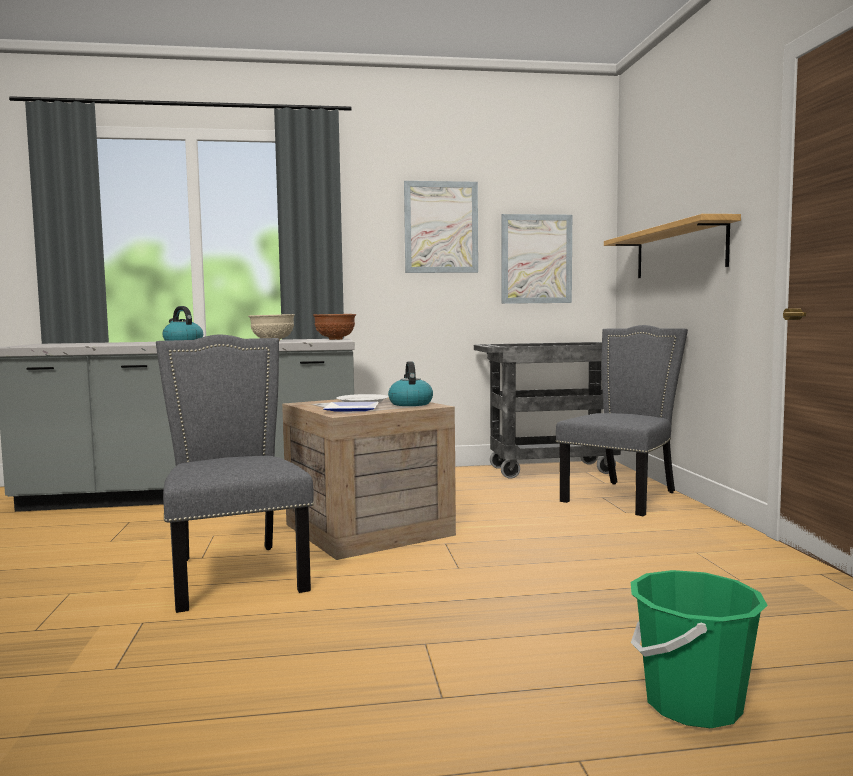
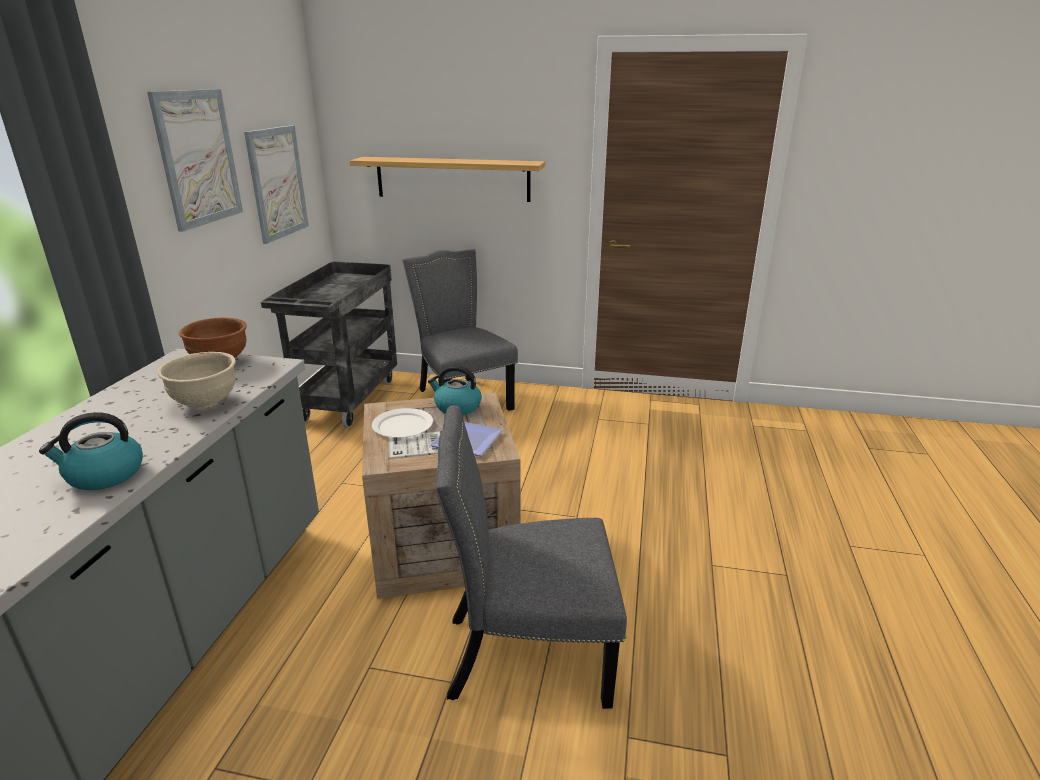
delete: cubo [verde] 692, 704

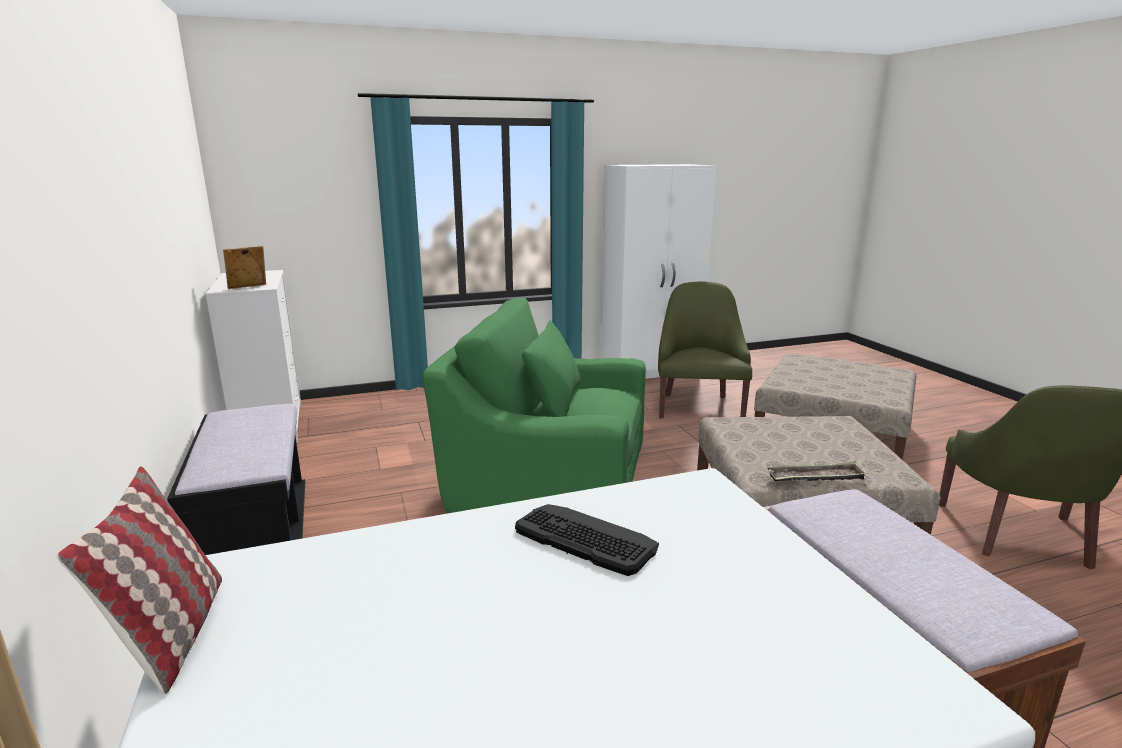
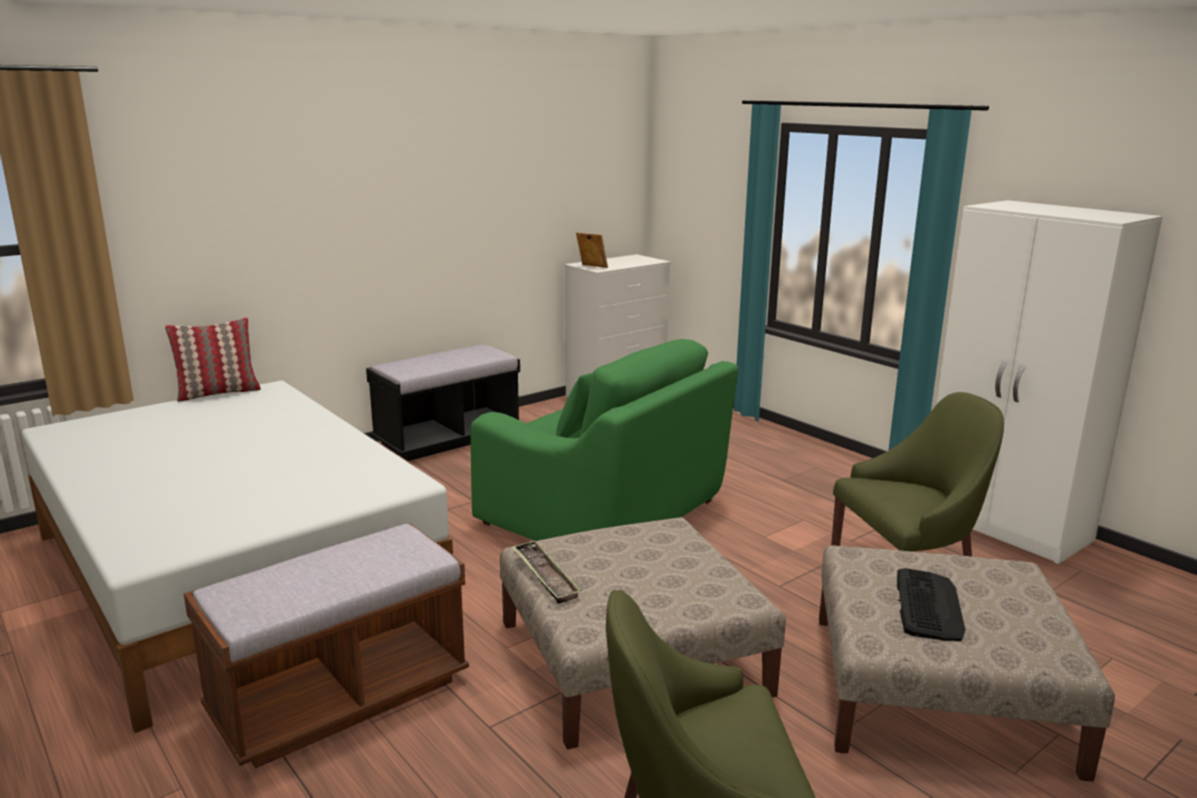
move: teclado 585, 538 to 928, 605
rotate: sillón [verde] 548, 482 = 605, 514 135 degrees clockwise

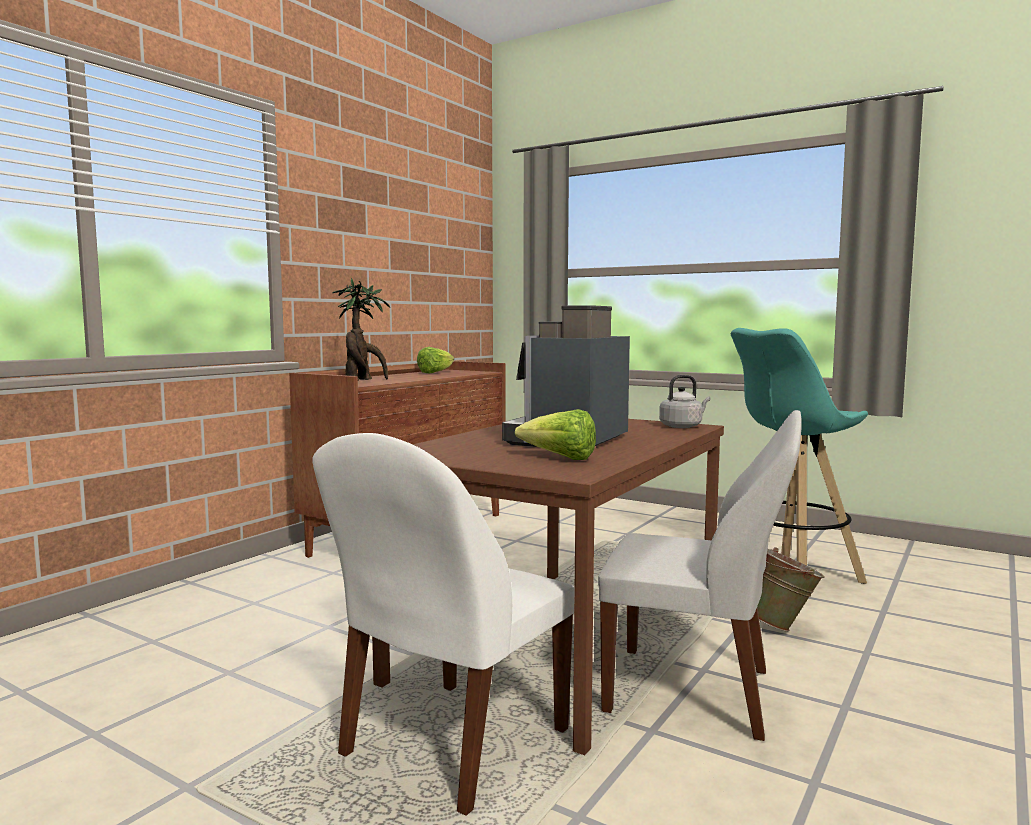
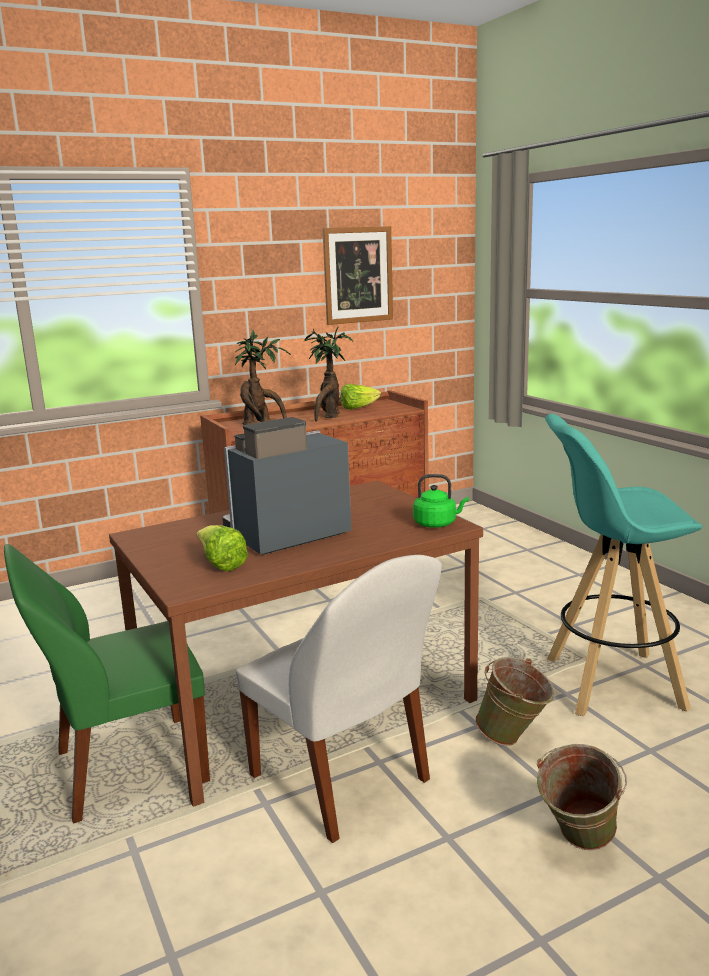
insert: planta en maceta 329, 417; cuadro 358, 275; cubo [verde] 577, 844
recolor: silla [blanco] 451, 745 to silla [verde] 126, 767; hervidor [gris] 682, 426 to hervidor [verde] 437, 524

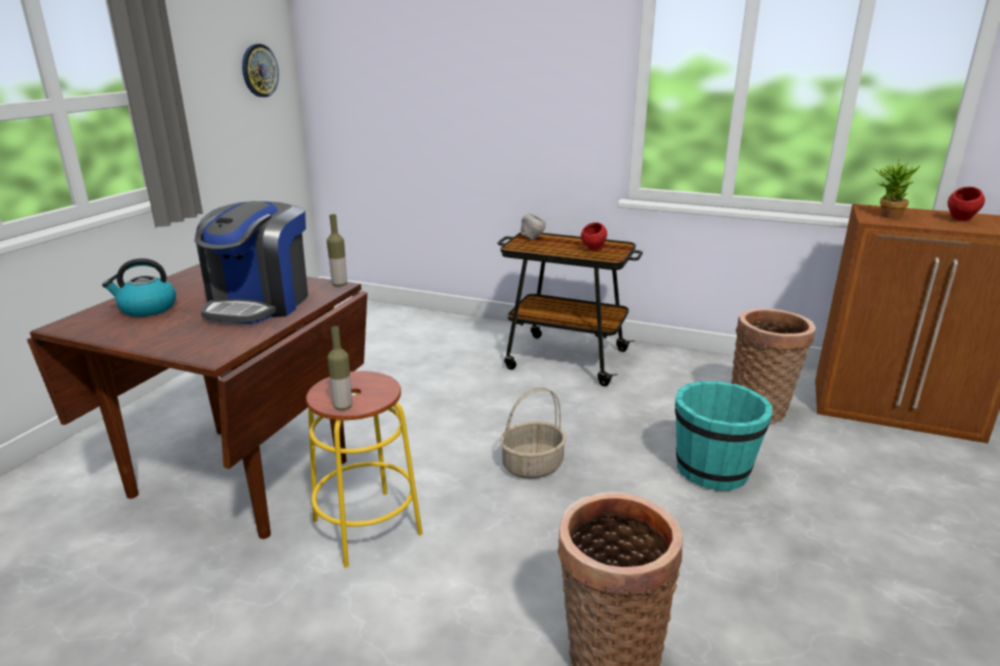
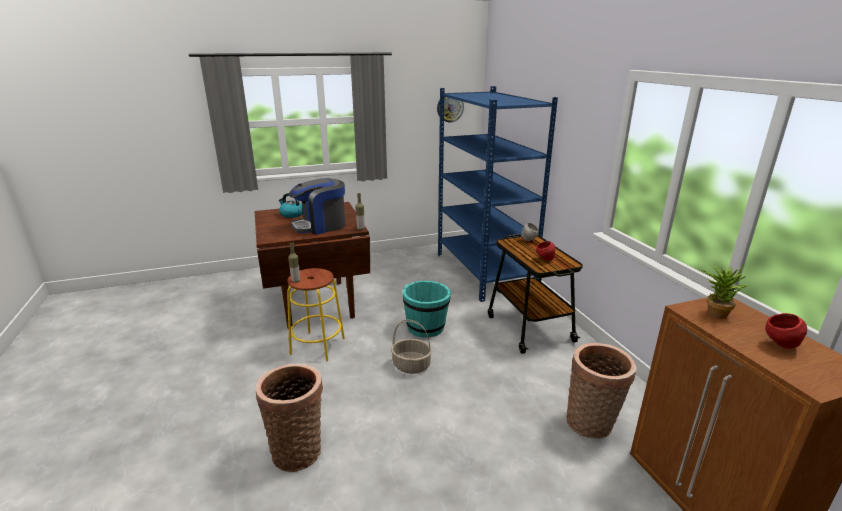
insert: estantería [azul] 483, 272
move: cubo [turquesa] 713, 470 to 426, 327

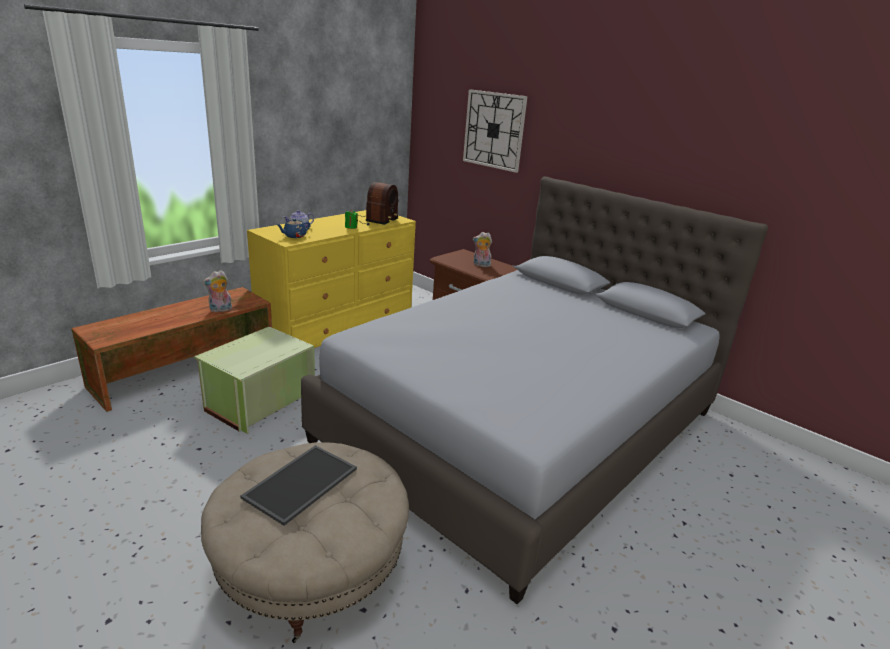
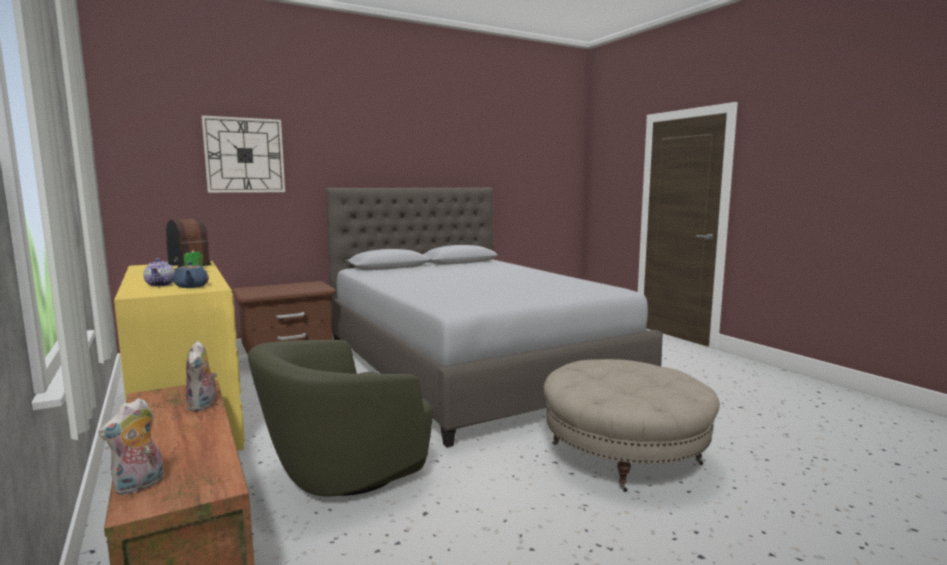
delete: bandeja 300, 482
move: peluche 481, 265 to 139, 486
replace: caja de almacenaje [verde] 259, 402 to sillón [verde] 343, 472

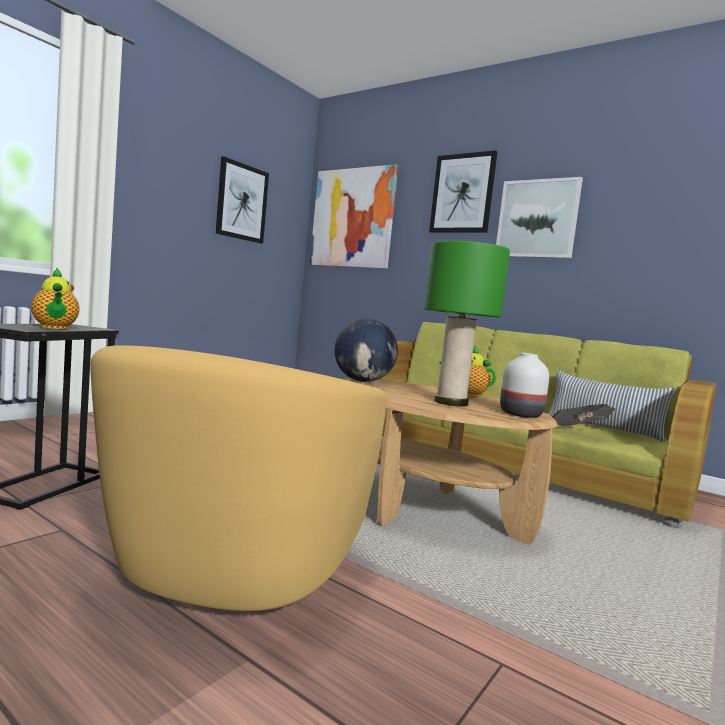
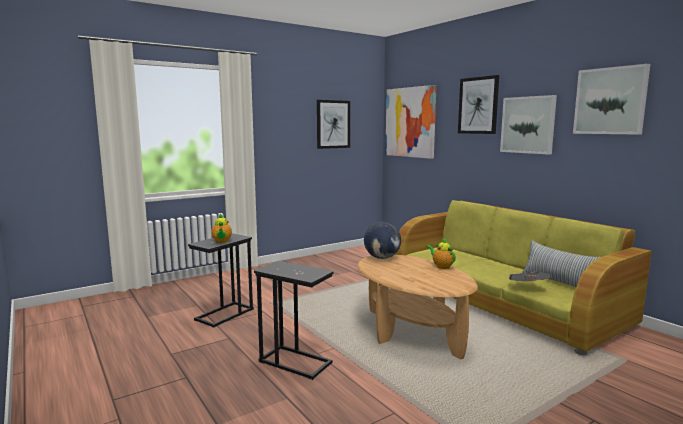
delete: lámpara de mesa [verde] 450, 402; florero [blanco] 522, 414
insert: cuadro 610, 101
replace: sillón [amarillo] 232, 571 to mesa auxiliar [negro] 294, 362

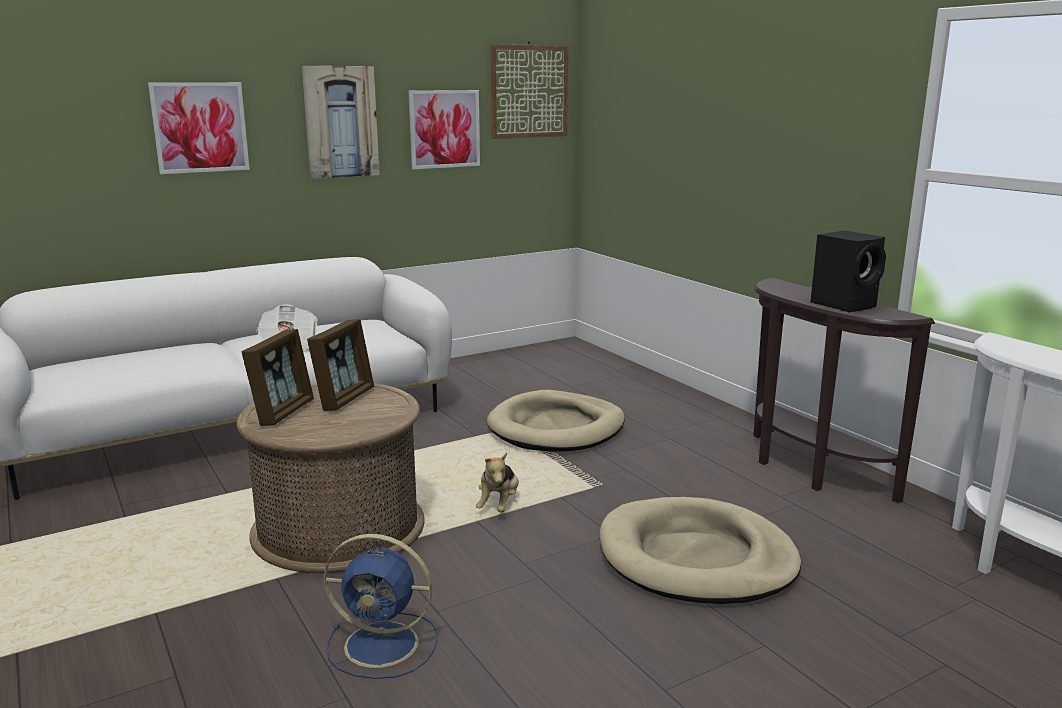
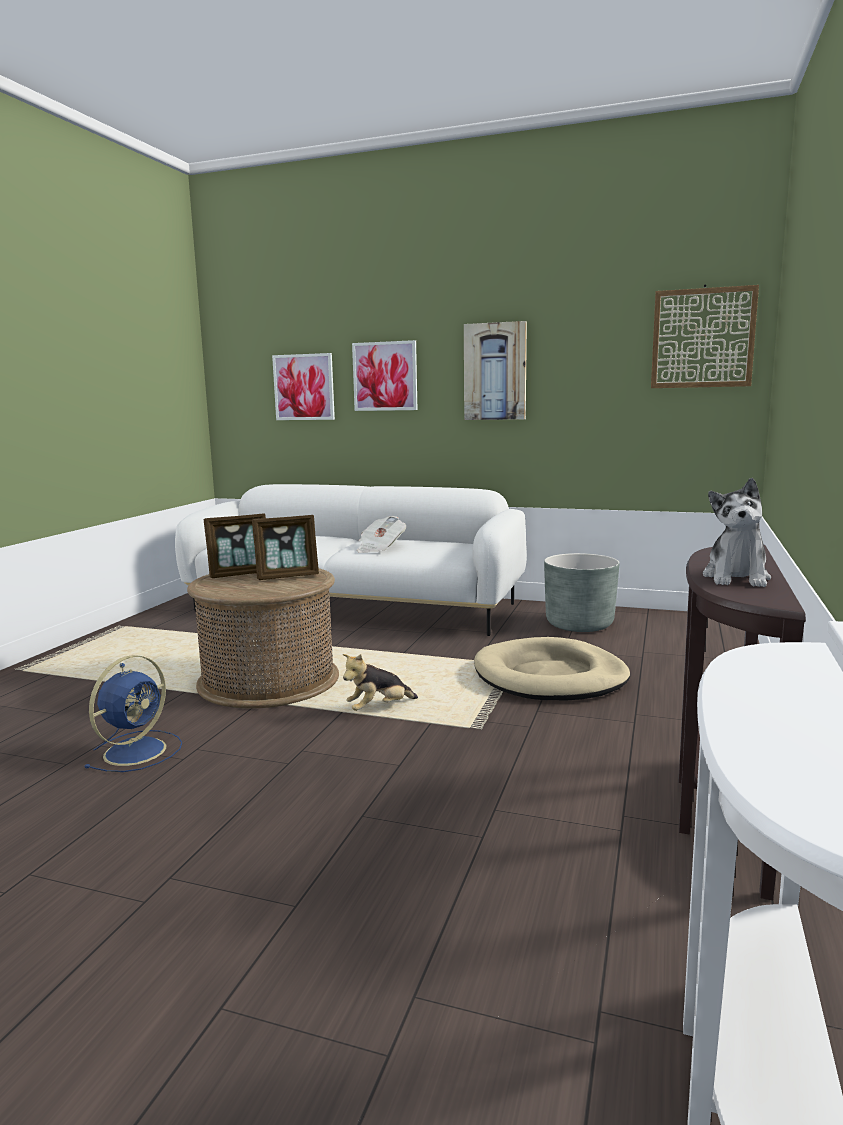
delete: cama para perro [beis] 696, 558
insert: maceta [gris] 579, 624
move: cuadro 444, 129 to 304, 387
replace: altavoz [negro] 845, 304 to peluche 736, 577
rotate: ventilador [azul] 385, 645 = 137, 750 120 degrees counterclockwise

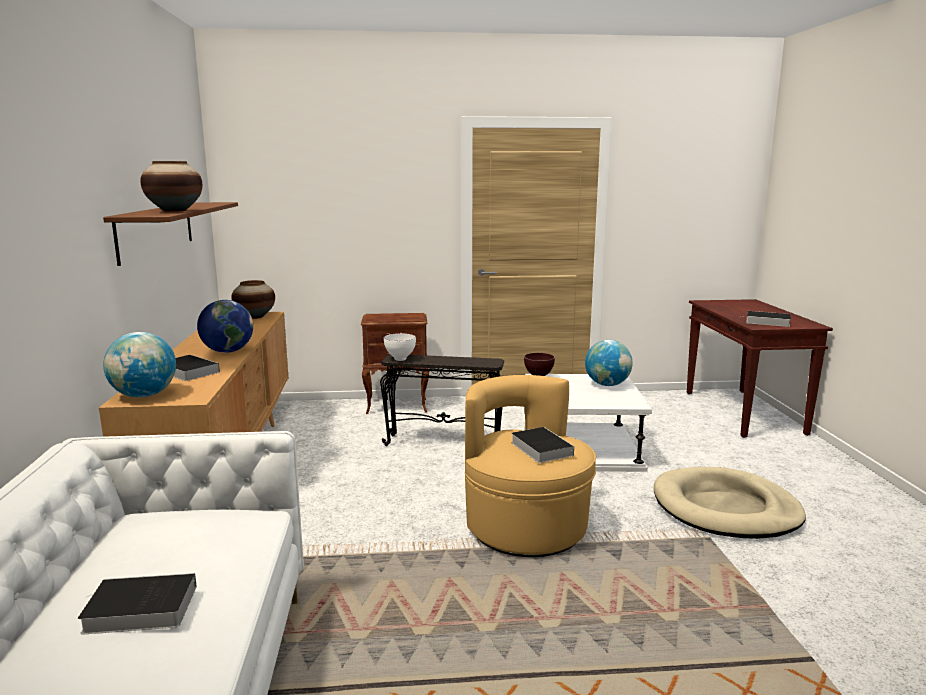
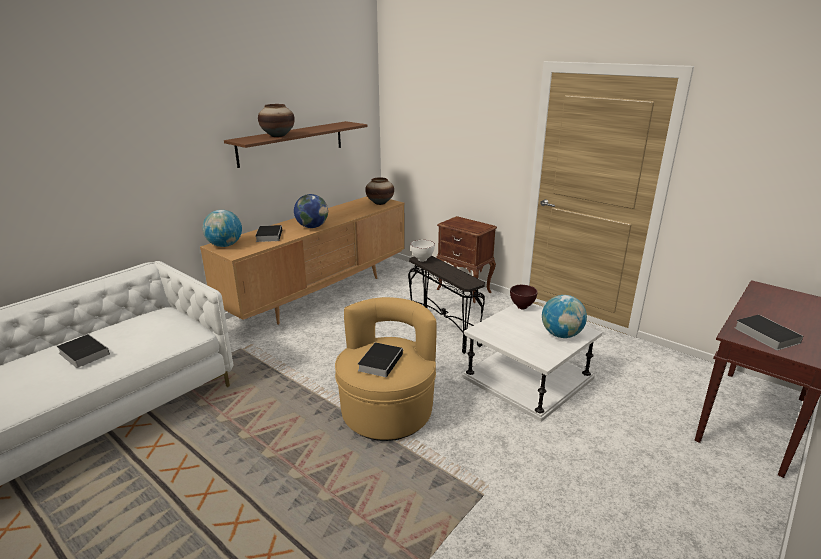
delete: cama para perro [beis] 725, 509

